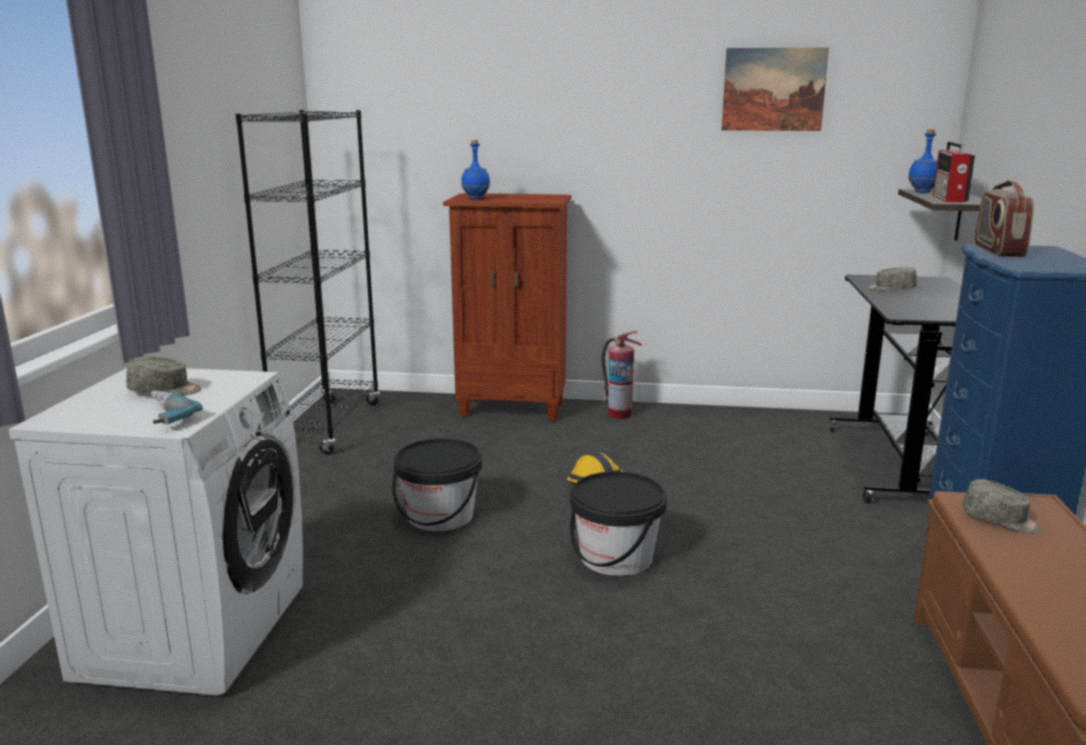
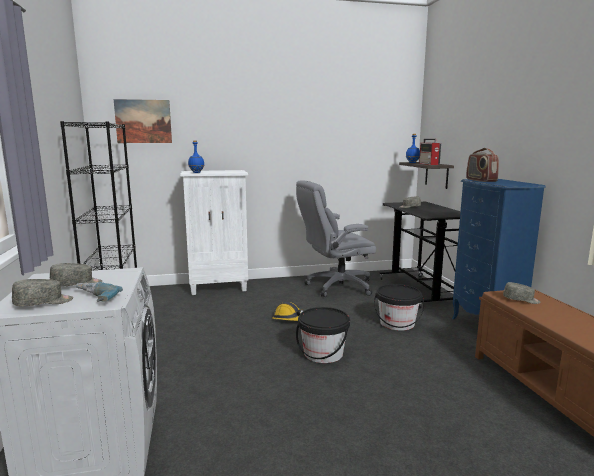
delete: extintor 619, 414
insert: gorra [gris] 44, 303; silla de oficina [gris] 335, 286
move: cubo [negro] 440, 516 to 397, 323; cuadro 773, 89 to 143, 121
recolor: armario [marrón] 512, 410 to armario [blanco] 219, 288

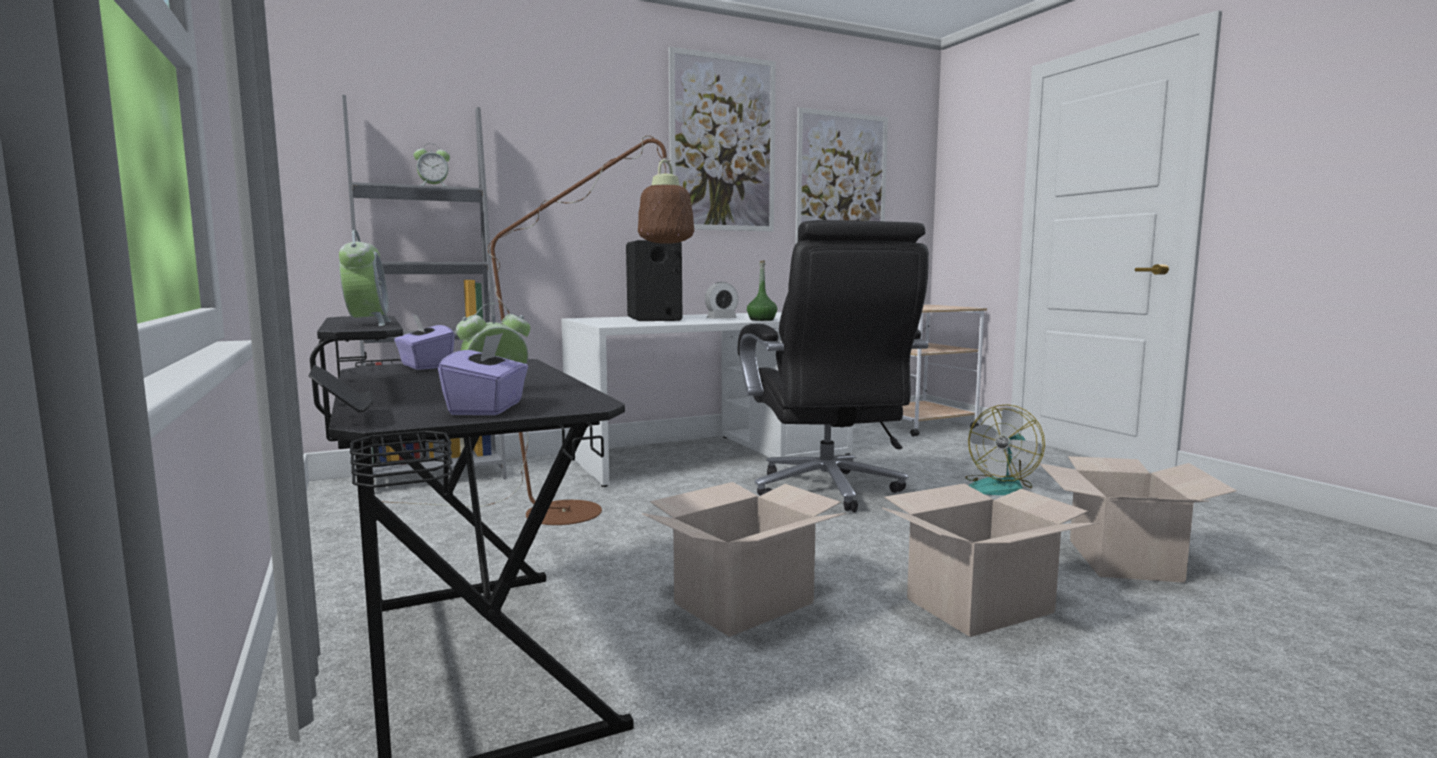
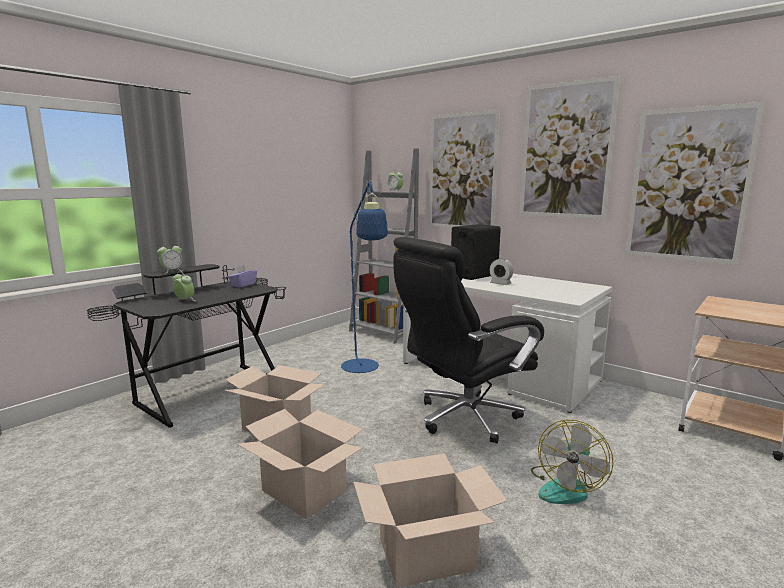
delete: caja de pañuelos [morado] 488, 408; botella [verde] 761, 320
insert: cuadro 462, 172
recolor: lámpara de pie [marrón] 584, 513 to lámpara de pie [azul] 362, 369
rotate: ventilador 1001, 487 = 566, 487 75 degrees counterclockwise

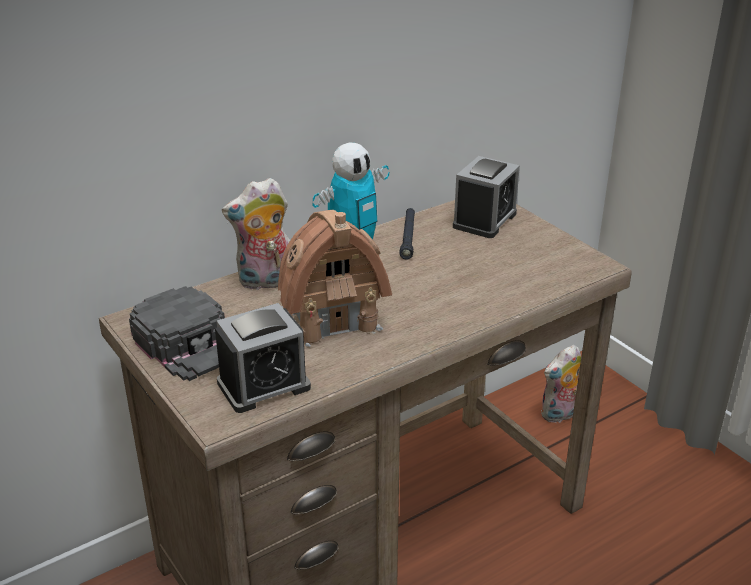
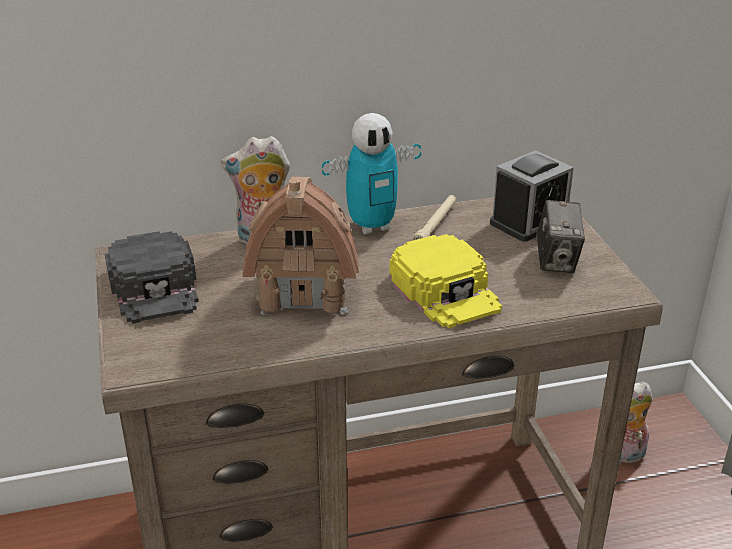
delete: despertador 263, 385
insert: gorra [amarillo] 446, 291; cámara 556, 261
recolor: linterna [negro] 408, 237 to linterna [beis] 435, 225

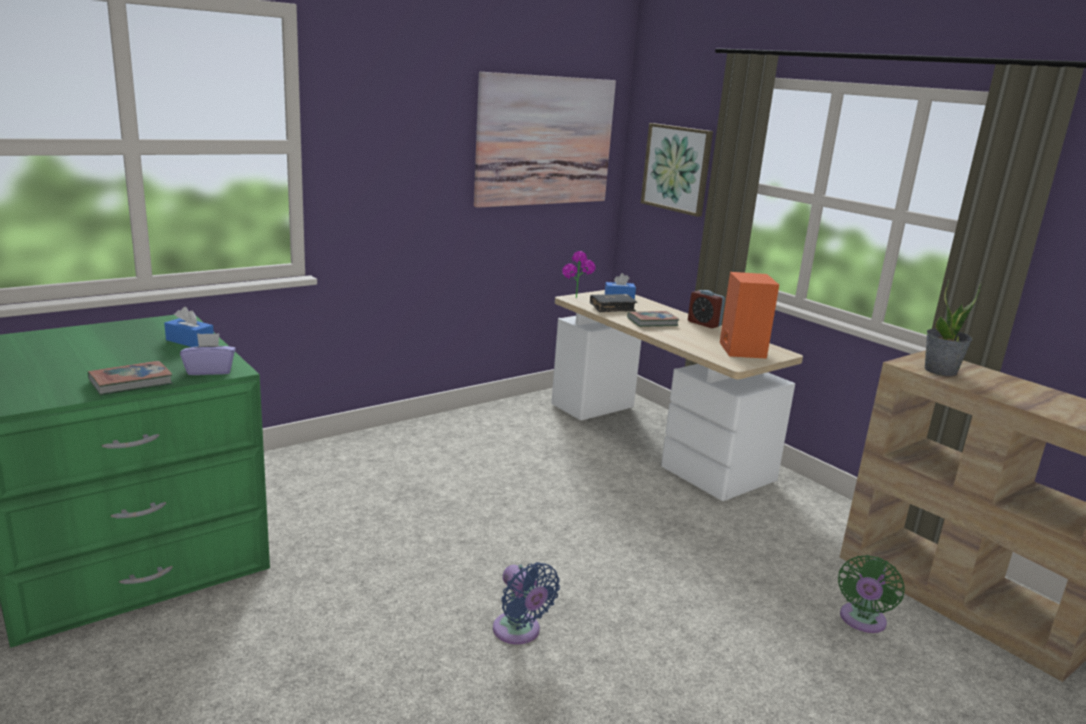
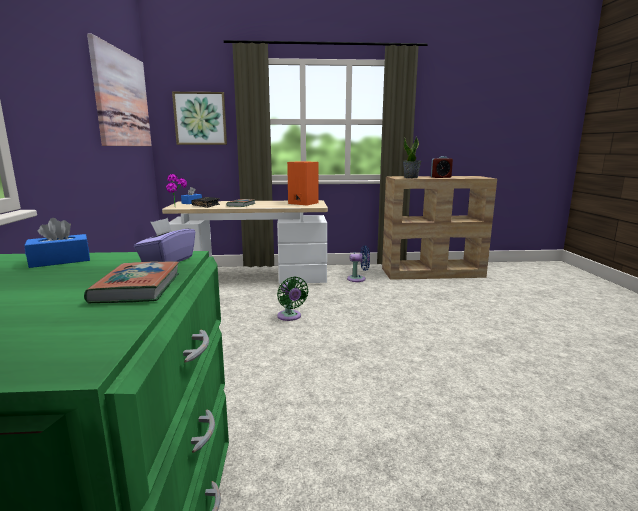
move: ventilador [azul] 519, 632 to 358, 279; despertador 704, 324 to 440, 177; ventilador [verde] 861, 621 to 290, 317

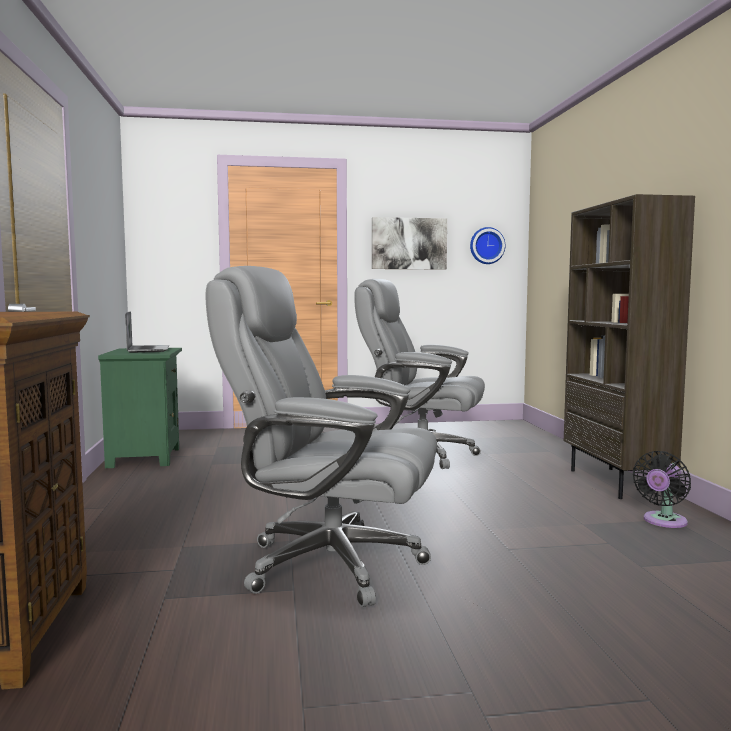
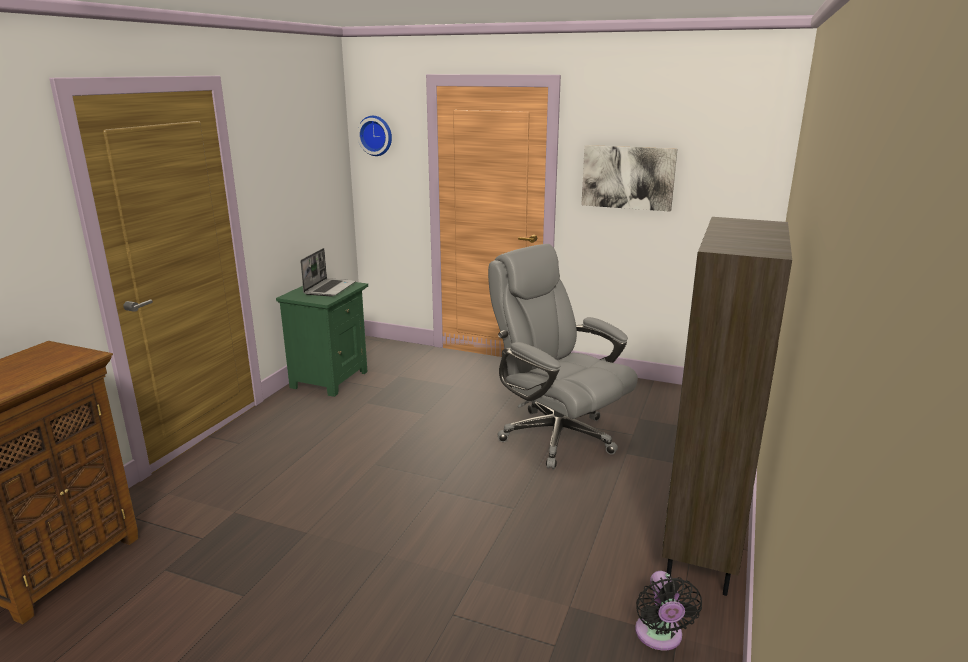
delete: silla de oficina [gris] 332, 564
move: reloj de pared 486, 246 to 376, 135
rotate: ventilador [negro] 663, 521 = 659, 636 75 degrees counterclockwise

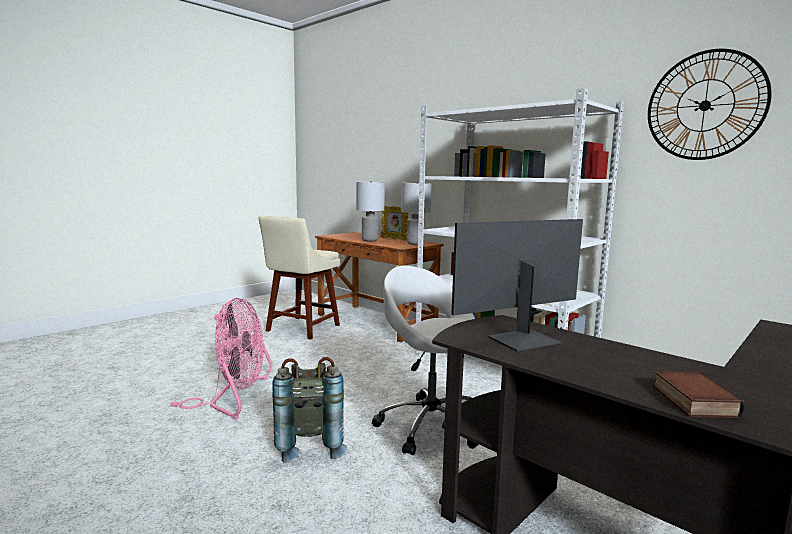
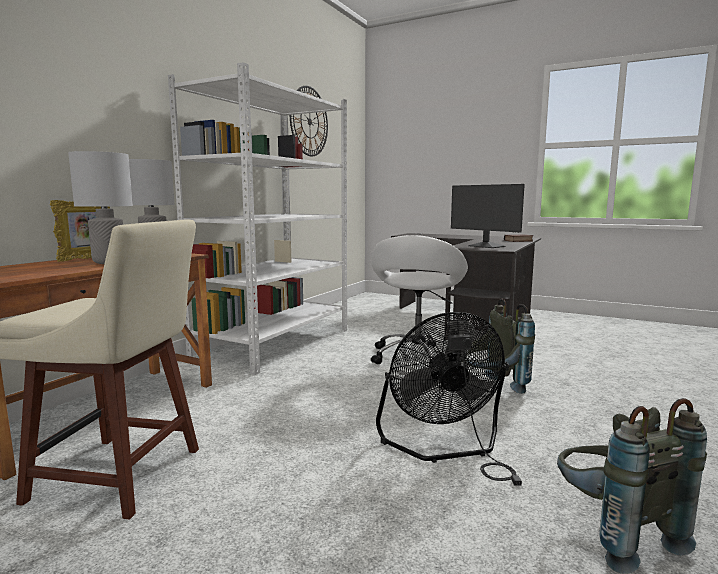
insert: mochila [gris] 612, 532
recolor: ventilador [rosa] 232, 398 to ventilador [negro] 455, 448

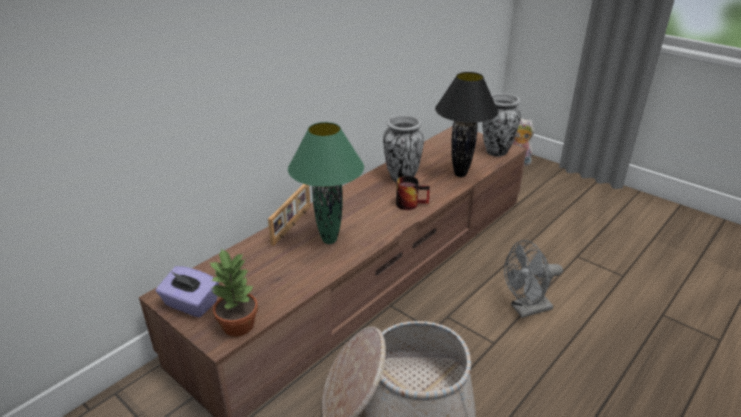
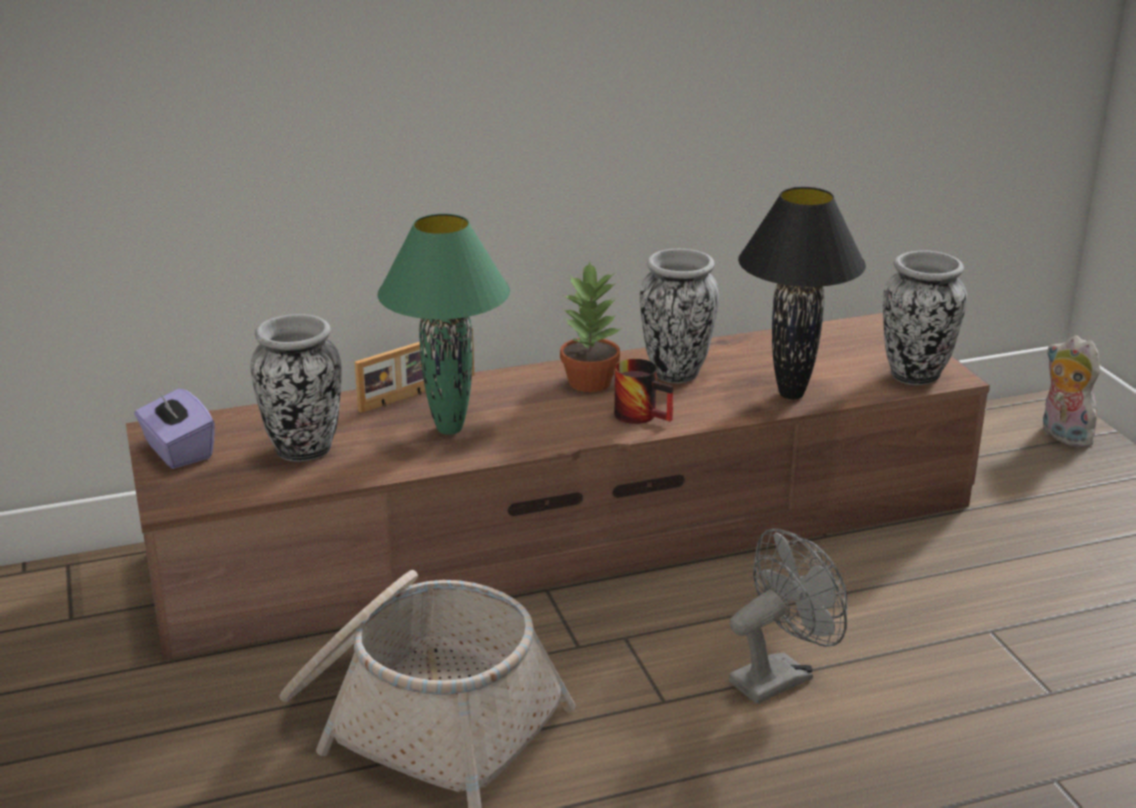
insert: florero 304, 450
move: planta en maceta 239, 325 to 591, 382
rotate: ventilador [gris] 526, 309 = 780, 676 135 degrees clockwise

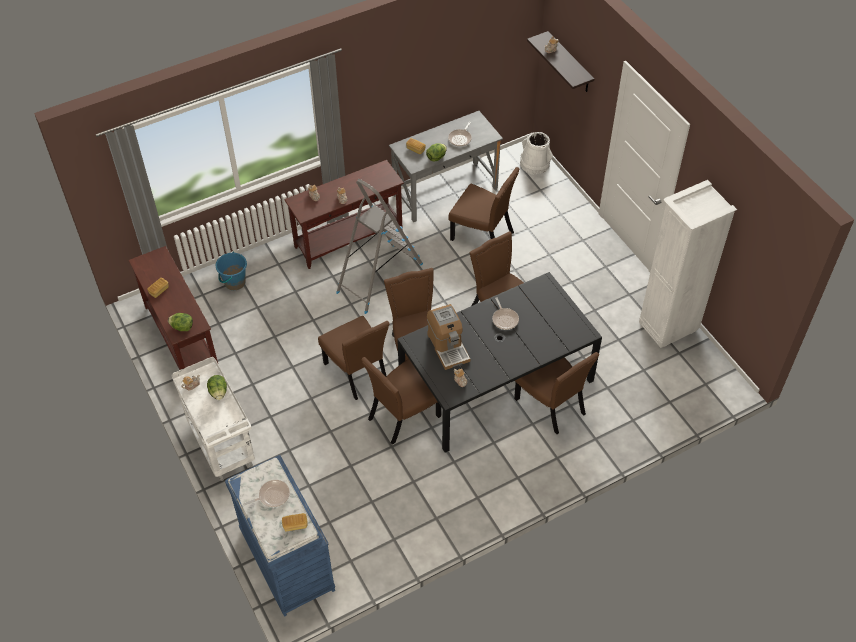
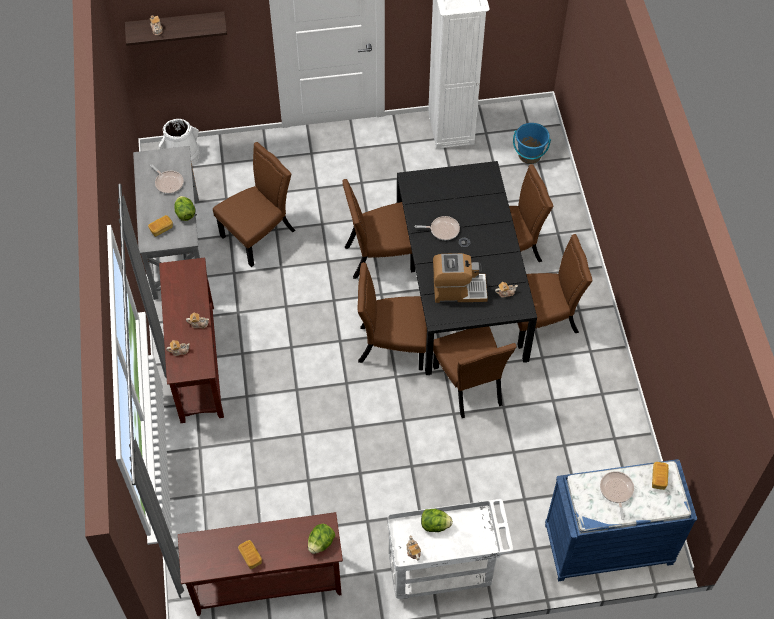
delete: escalera de tijera [gris] 380, 278
move: cubo [azul] 234, 282 to 529, 155; silla [marrón] 357, 371 to 540, 321

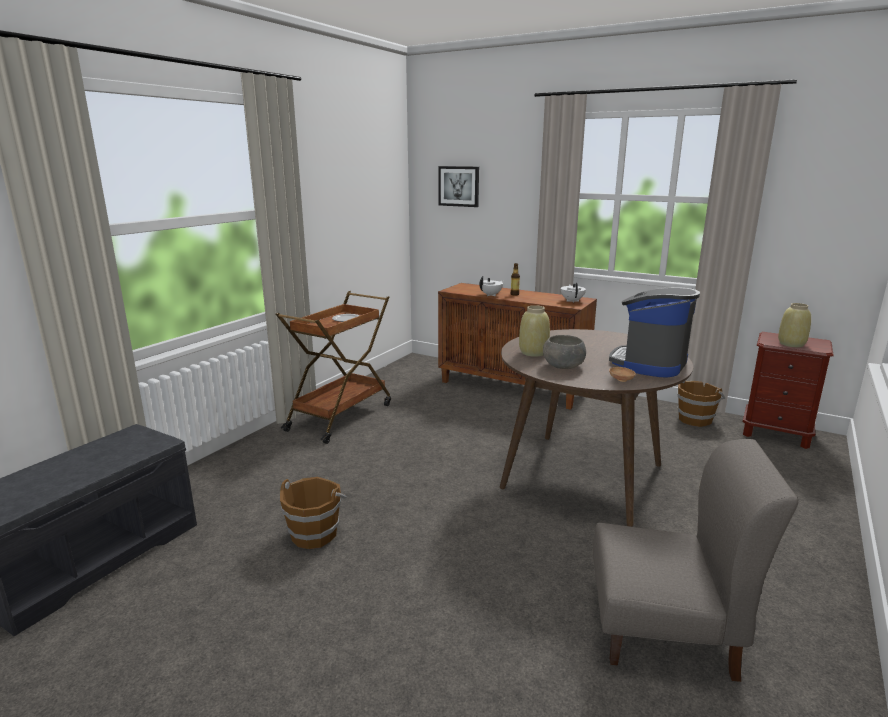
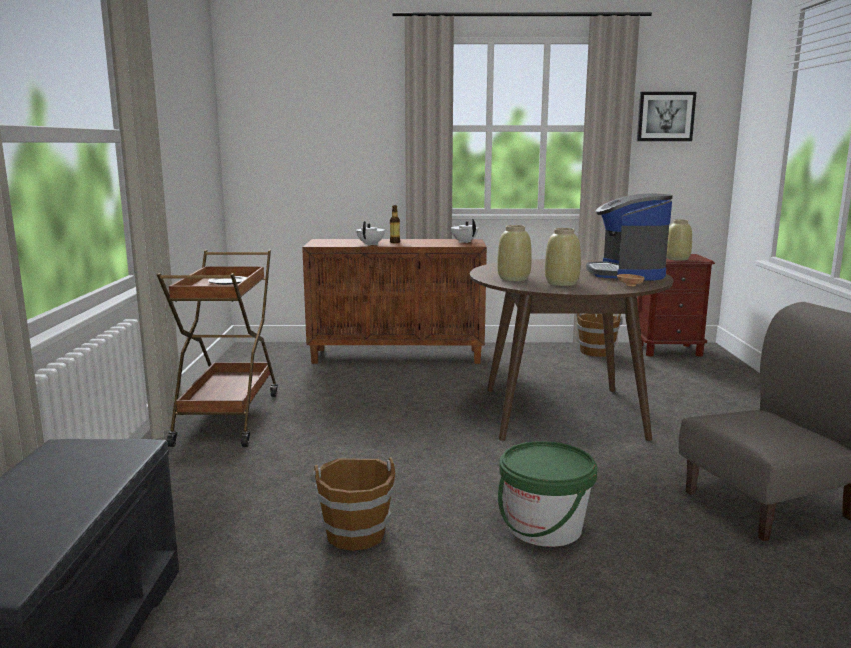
insert: cubo [verde] 544, 528
move: cuadro 459, 186 to 665, 116
replace: cuenco [gris] 563, 366 to florero [beis] 562, 283

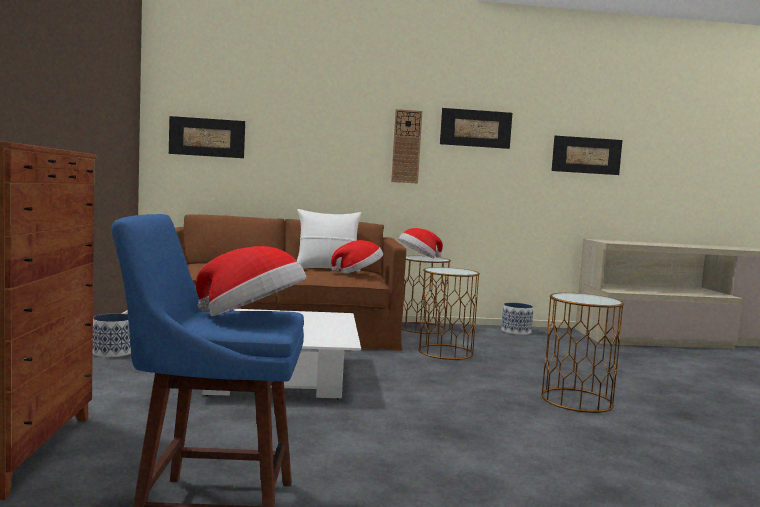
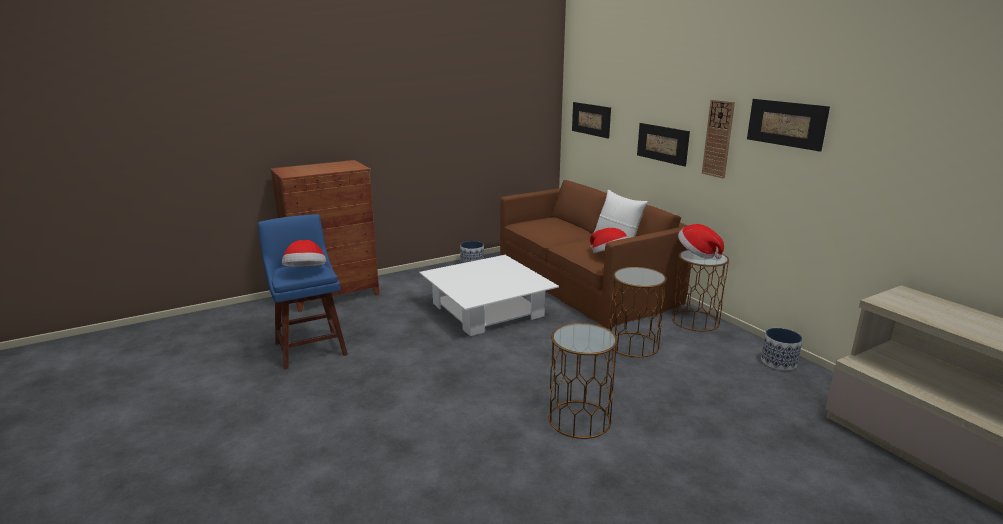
move: cuadro 586, 155 to 662, 143

